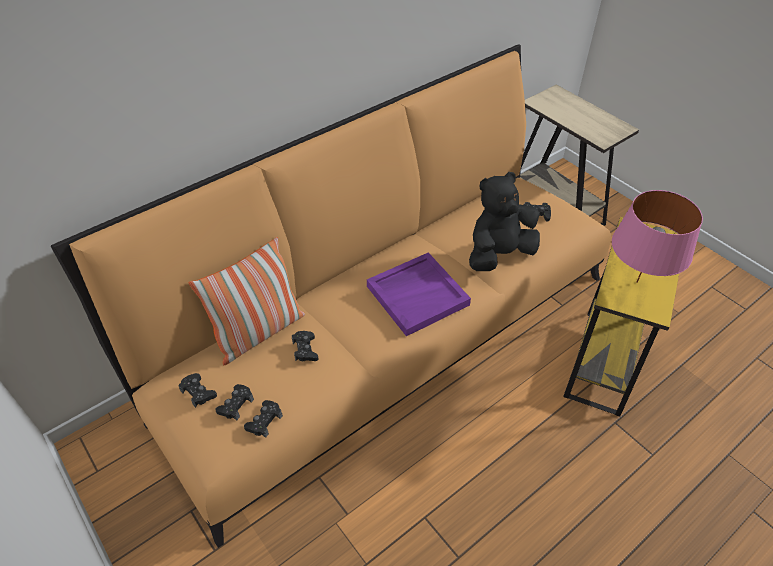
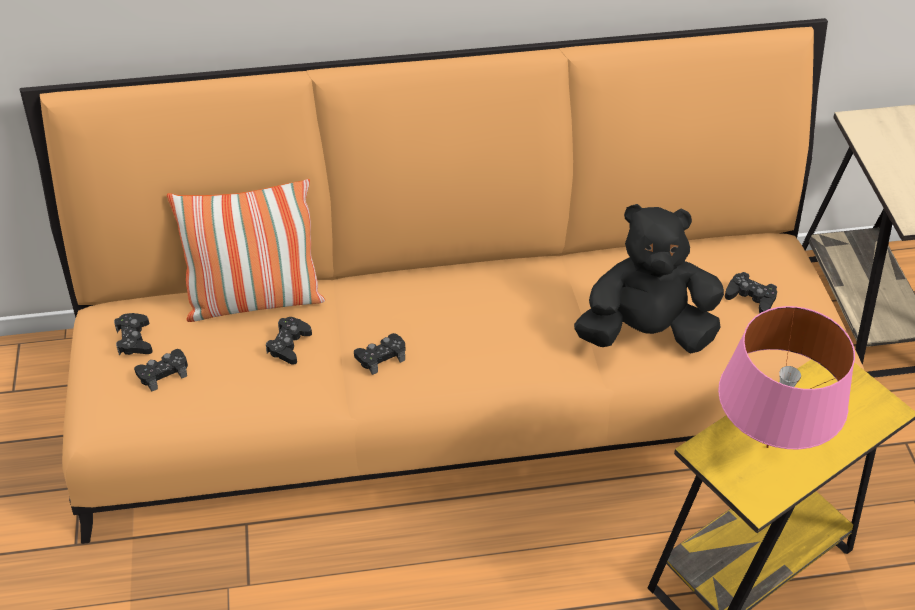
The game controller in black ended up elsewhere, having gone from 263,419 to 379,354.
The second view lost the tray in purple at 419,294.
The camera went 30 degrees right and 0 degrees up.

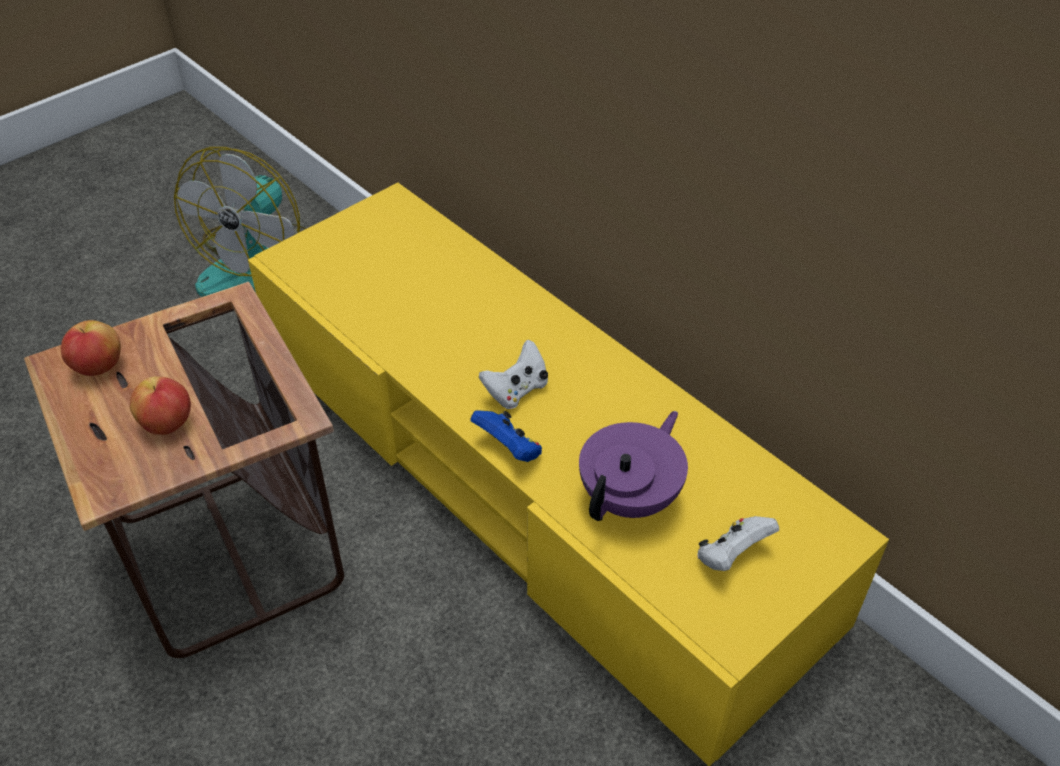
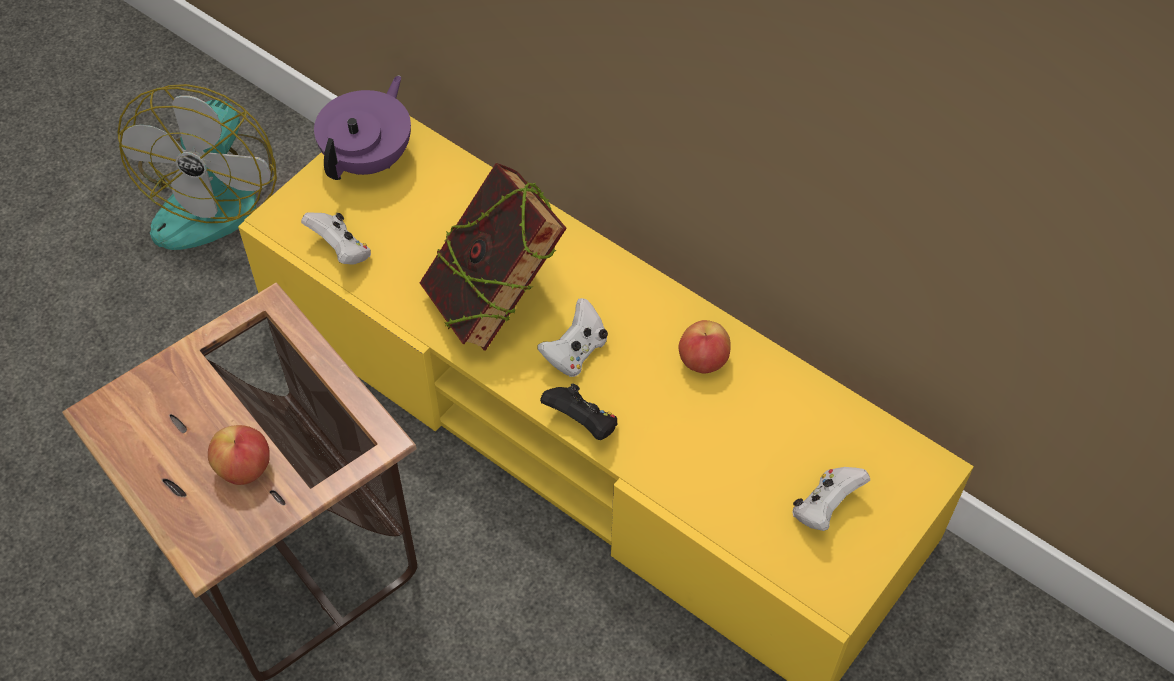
The apple ended up elsewhere, having gone from 91,348 to 704,347.
What was the game controller in blue at 506,436 turned into the game controller in black at 578,411.
The teapot in purple ended up elsewhere, having gone from 633,466 to 362,128.
The second view gained the game controller in white at 336,238.
The second view gained the book at 493,257.
The camera went 10 degrees left and 10 degrees up.

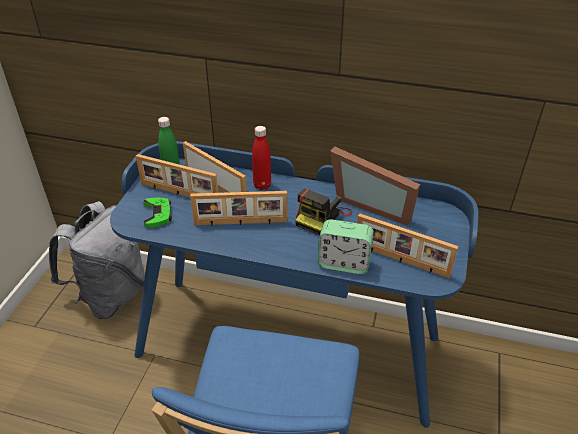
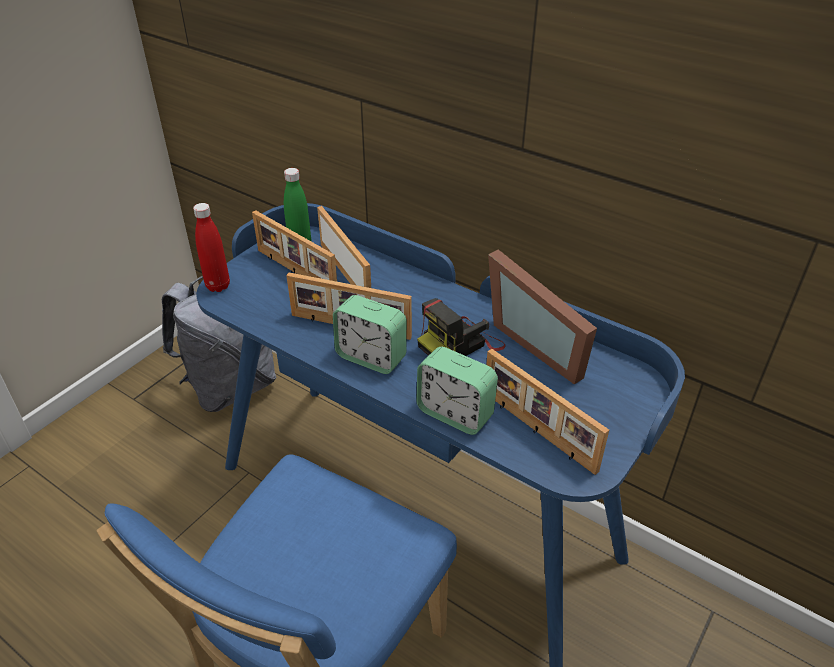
The second view lost the game controller in green at 157,212.
The bottle in red ended up elsewhere, having gone from 261,158 to 211,247.
The second view gained the alarm clock at 370,334.
The camera went 20 degrees right and 0 degrees up.

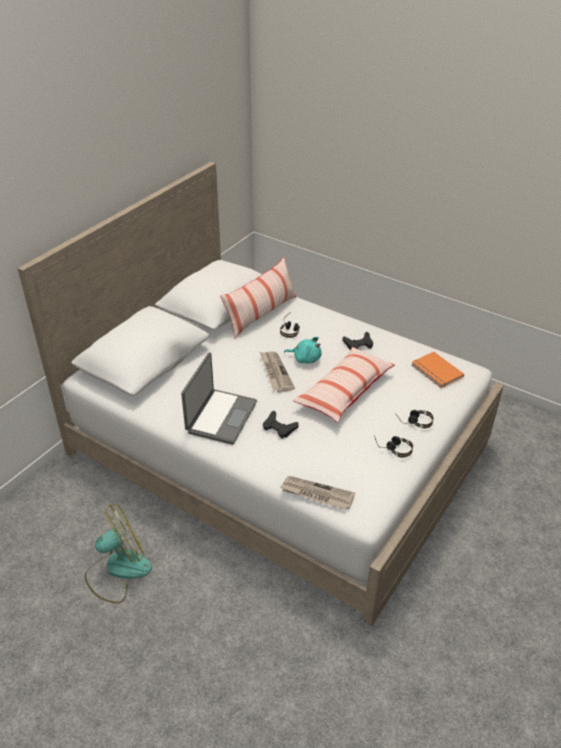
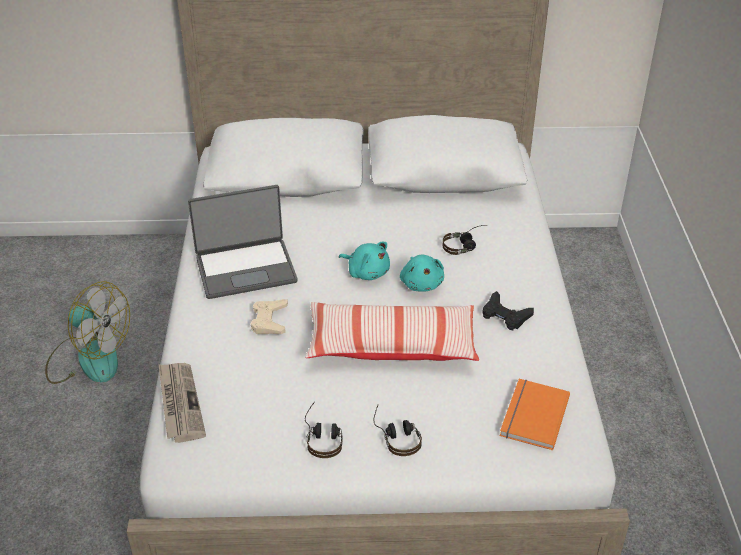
The second view lost the pillow at 258,298.
Where the newspaper stood at 277,371, the plush toy in turquoise came to stand at 364,261.
What was the game controller in black at 281,425 turned into the game controller in beige at 269,316.
The camera went 55 degrees right and 0 degrees up.

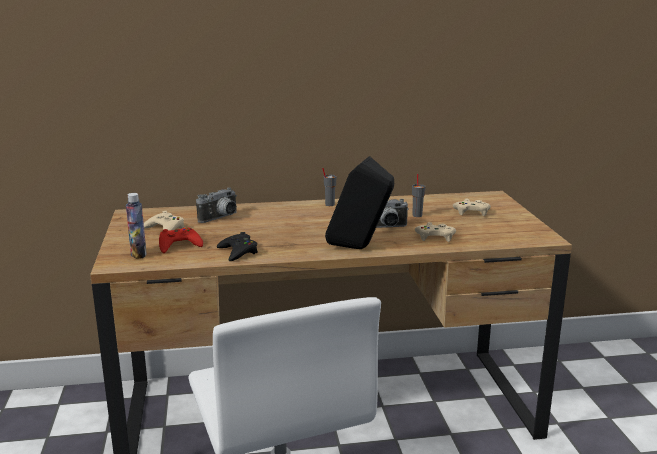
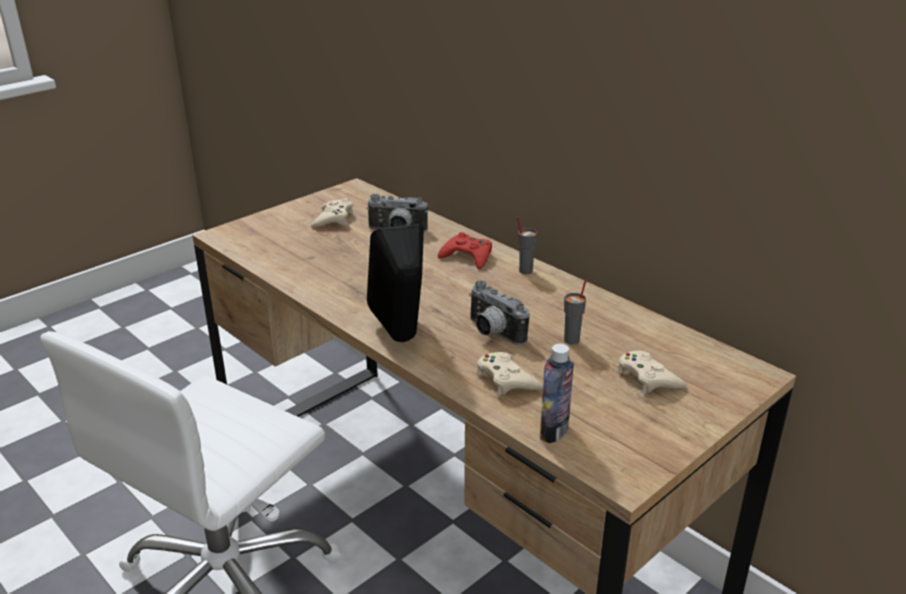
The bottle ended up elsewhere, having gone from 136,226 to 557,393.
The game controller in red ended up elsewhere, having gone from 181,240 to 465,251.
The second view lost the game controller in black at 237,246.
The camera went 55 degrees right and 10 degrees up.

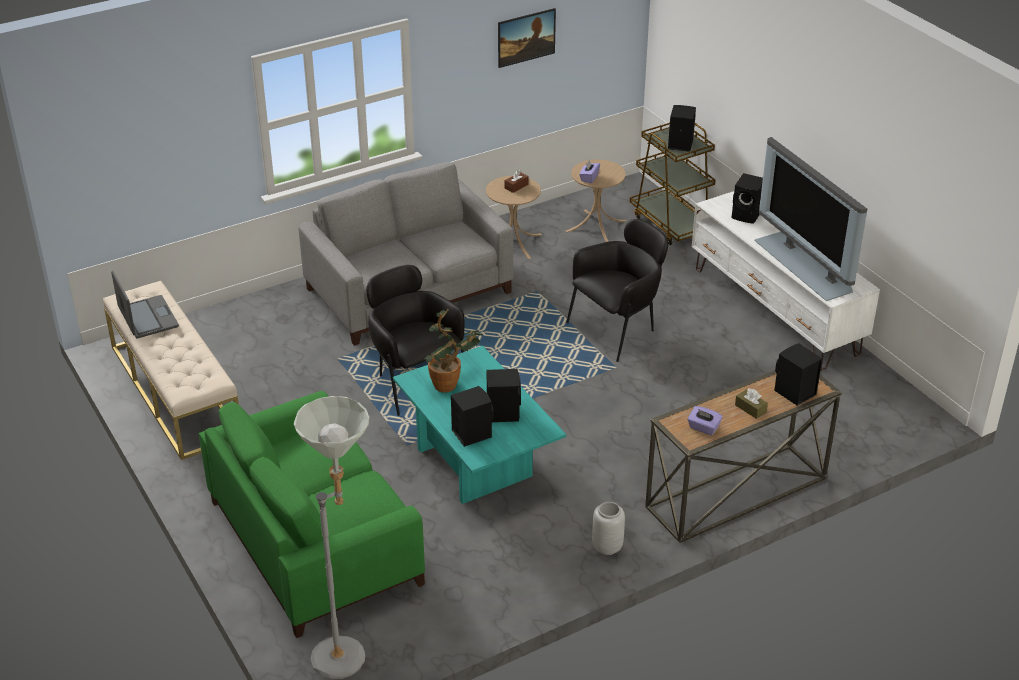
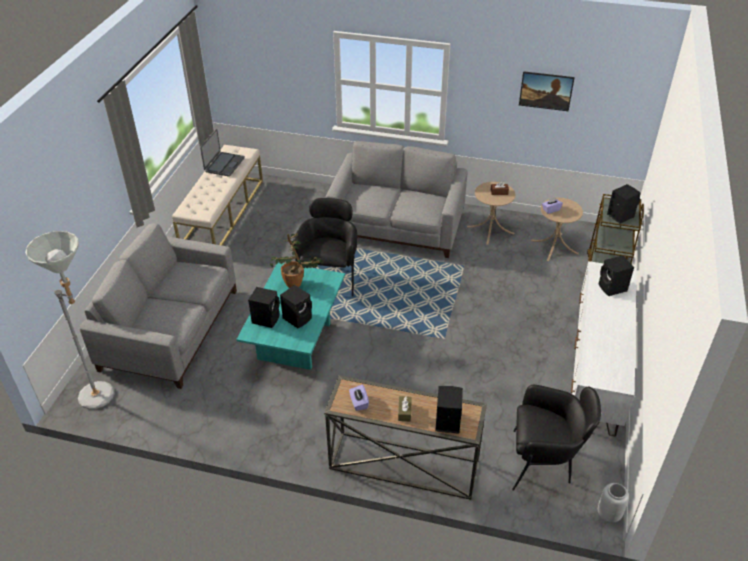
What was the sofa in green at 312,514 turned into the sofa in grey at 158,306.
The armchair in black ended up elsewhere, having gone from 617,290 to 556,438.
The vase in grey ended up elsewhere, having gone from 608,528 to 613,503.
The second view lost the television at 810,219.
The camera went 45 degrees right and 5 degrees up.

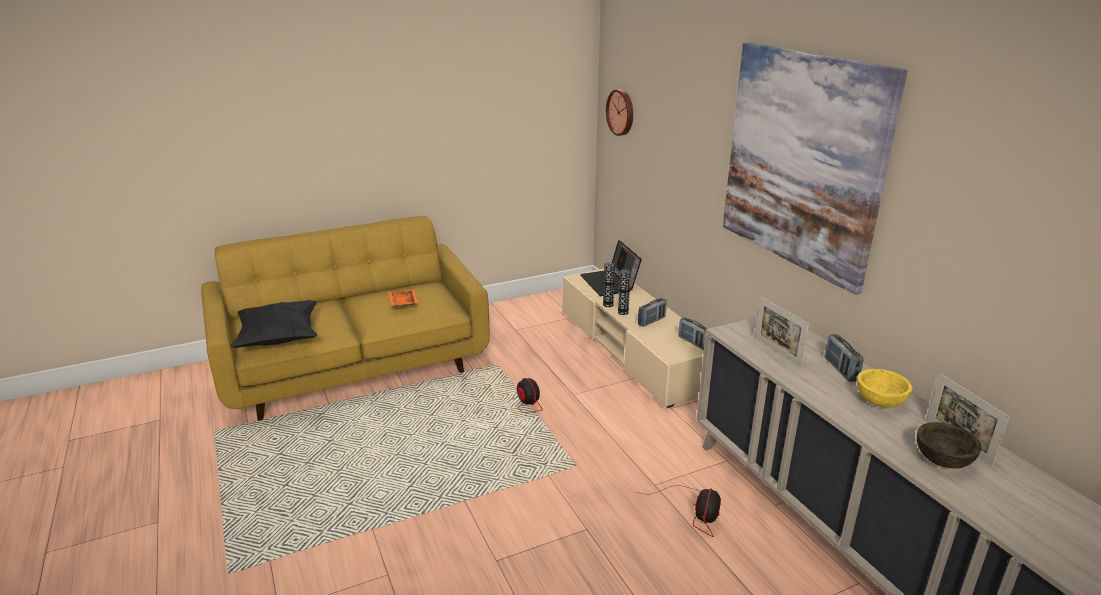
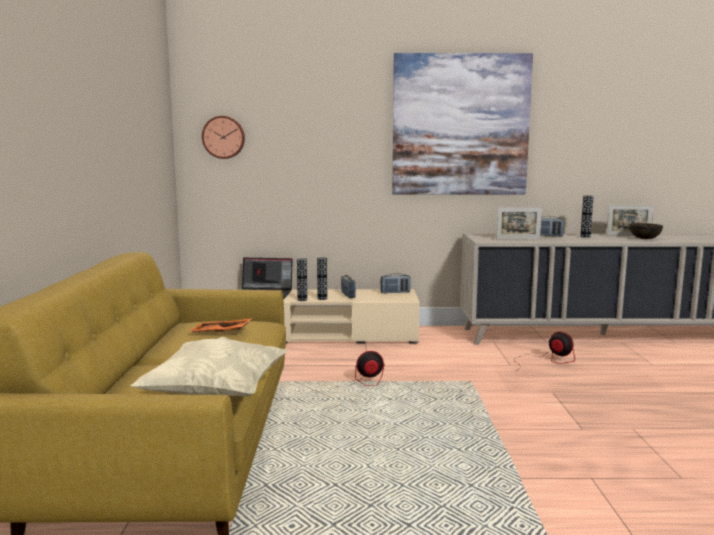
What was the pillow in black at 274,324 turned into the pillow in beige at 208,366.
Where the bowl in yellow stood at 884,388, the vase came to stand at 587,217.
The camera went 65 degrees left and 15 degrees down.

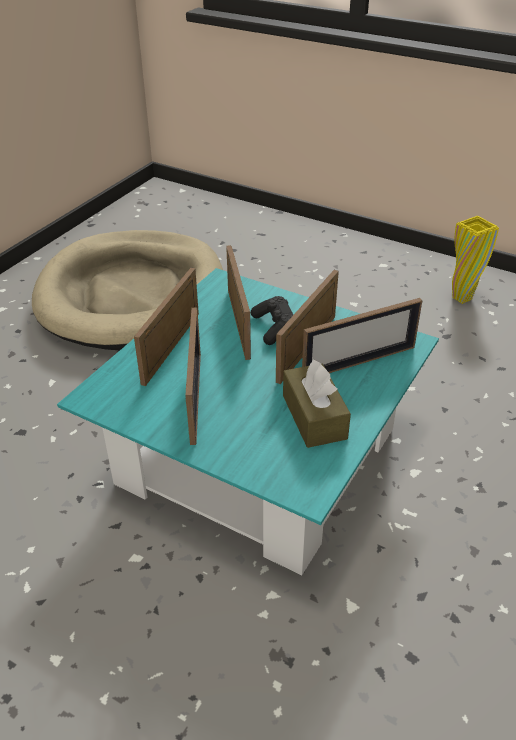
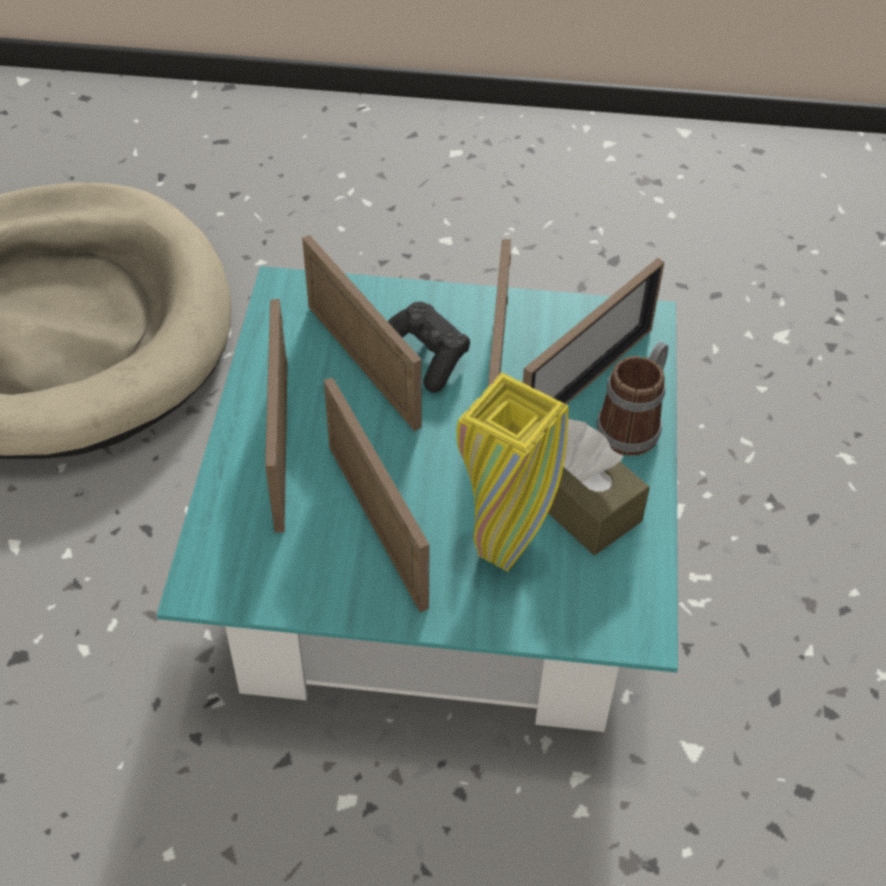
The vase in yellow ended up elsewhere, having gone from 475,259 to 512,472.
The second view gained the mug at 632,399.
The camera went 25 degrees left and 10 degrees up.

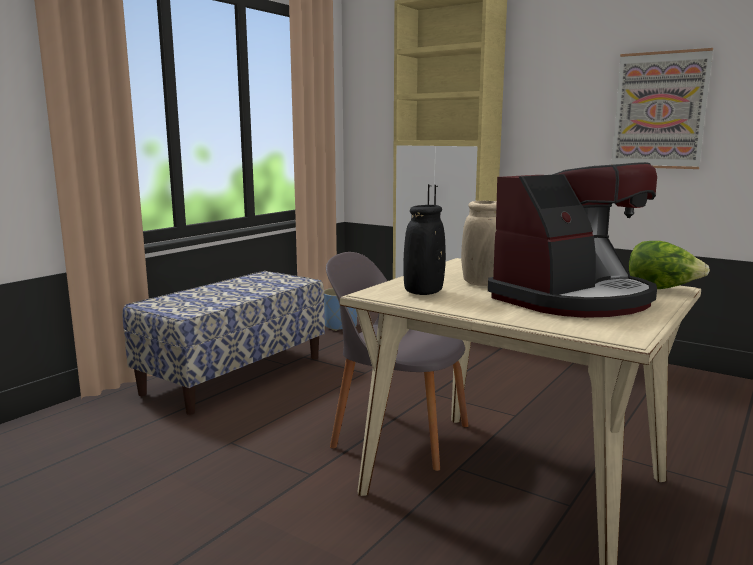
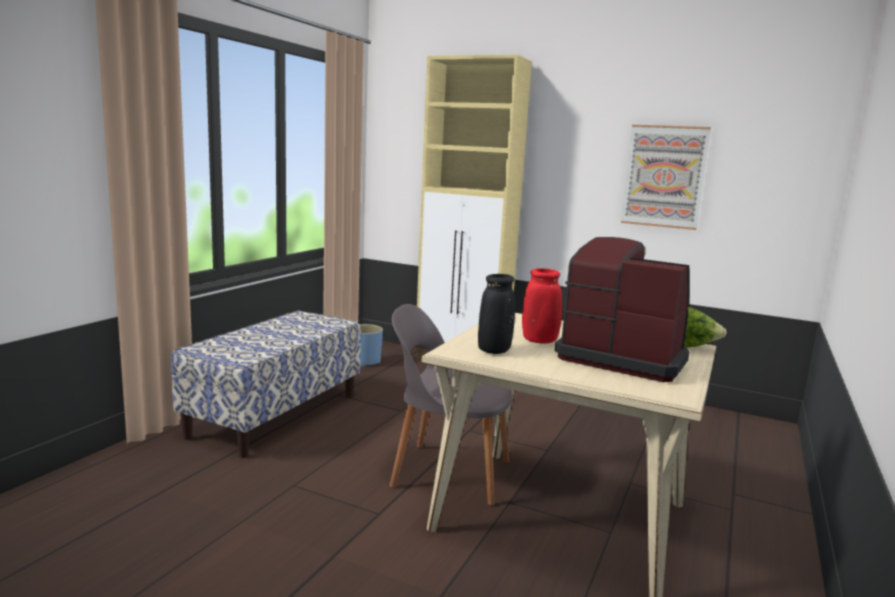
What was the vase in beige at 479,243 turned into the vase in red at 542,305.
The coffee machine at 572,240 ended up facing another way, 105 degrees counterclockwise from before.
The camera went 10 degrees left and 0 degrees up.

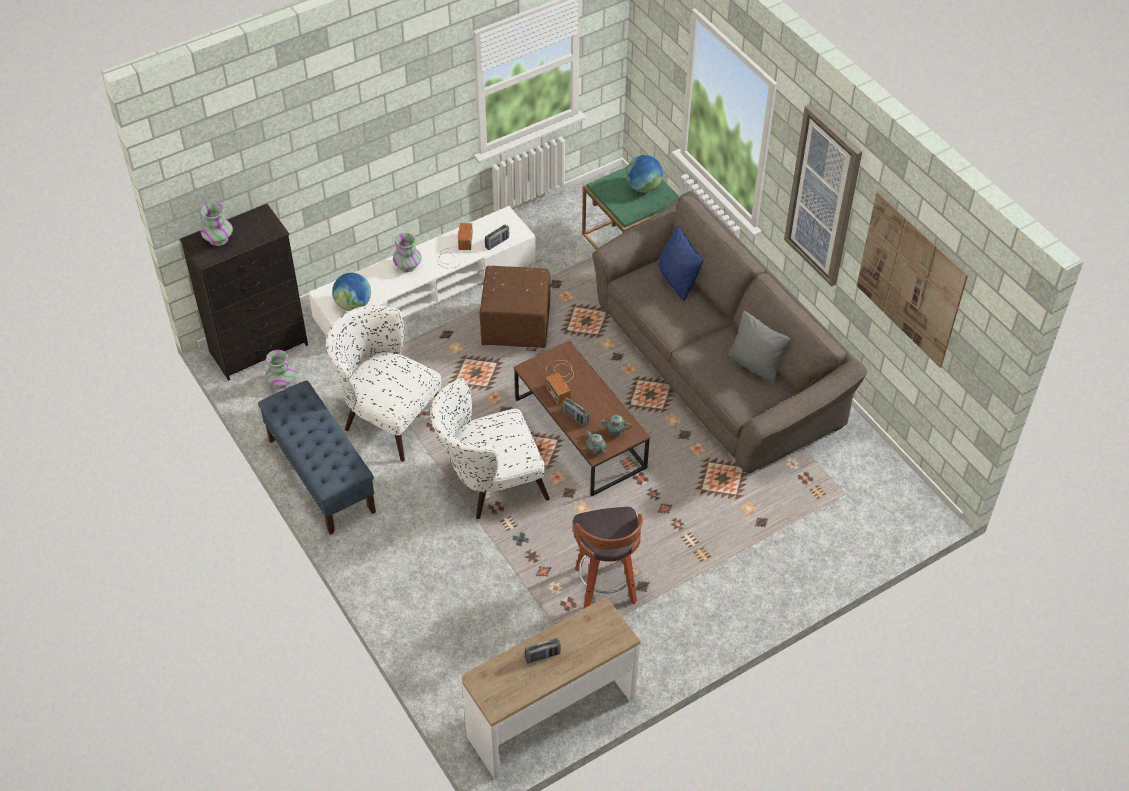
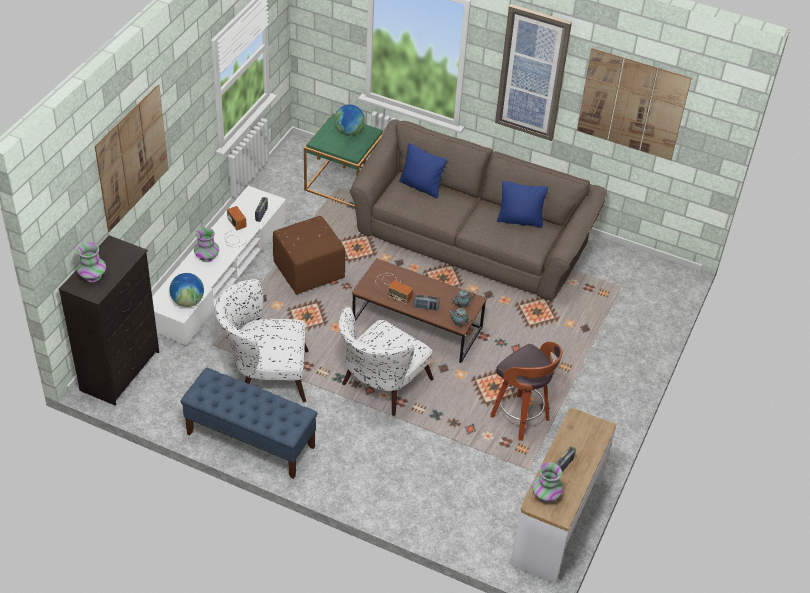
The vase ended up elsewhere, having gone from 280,369 to 547,482.
What was the pillow in grey at 759,347 turned into the pillow in blue at 522,204.
The second view gained the picture at 131,158.
The camera went 35 degrees left and 5 degrees down.

